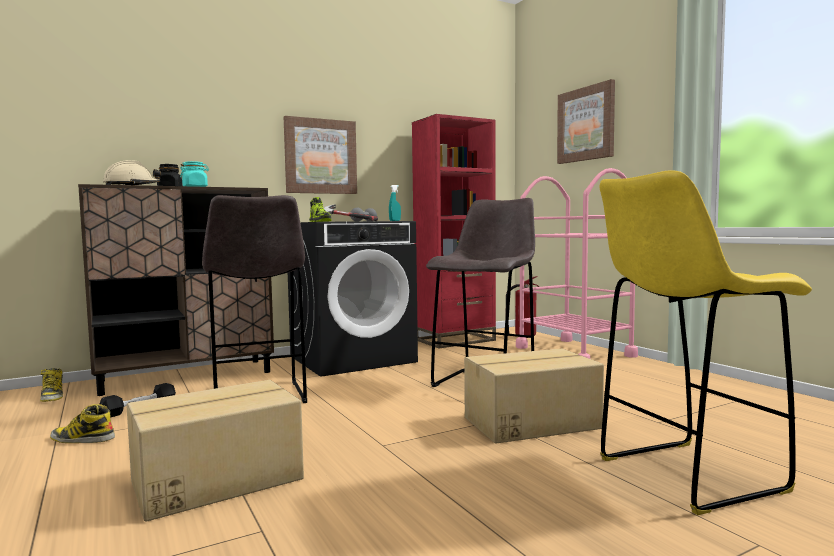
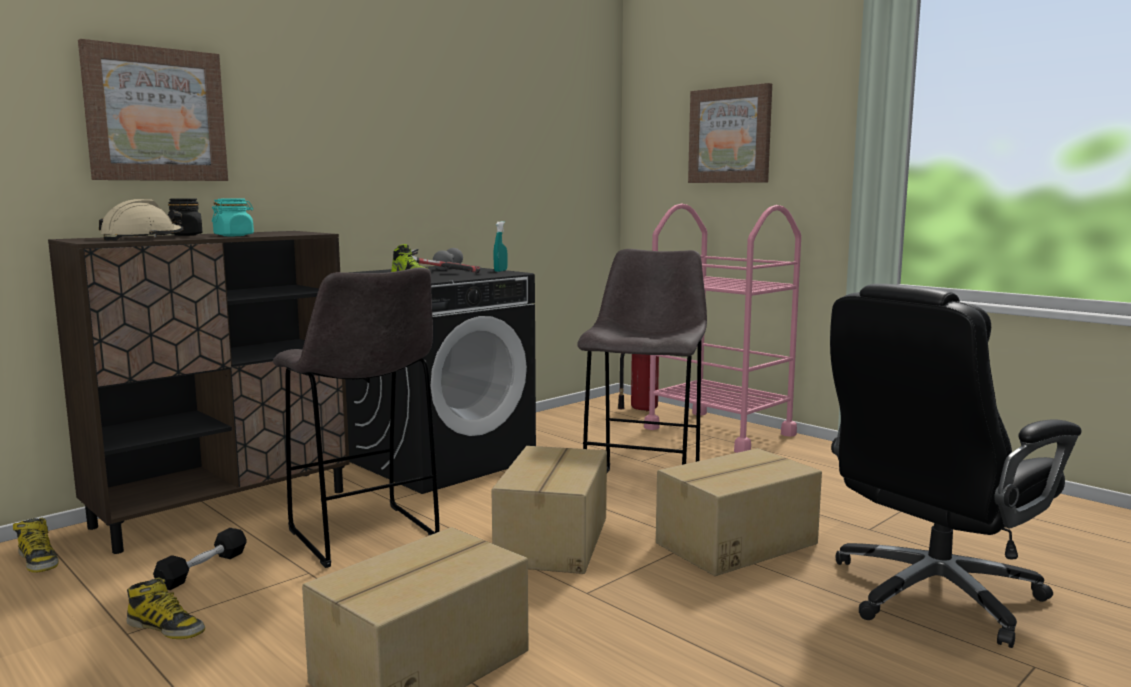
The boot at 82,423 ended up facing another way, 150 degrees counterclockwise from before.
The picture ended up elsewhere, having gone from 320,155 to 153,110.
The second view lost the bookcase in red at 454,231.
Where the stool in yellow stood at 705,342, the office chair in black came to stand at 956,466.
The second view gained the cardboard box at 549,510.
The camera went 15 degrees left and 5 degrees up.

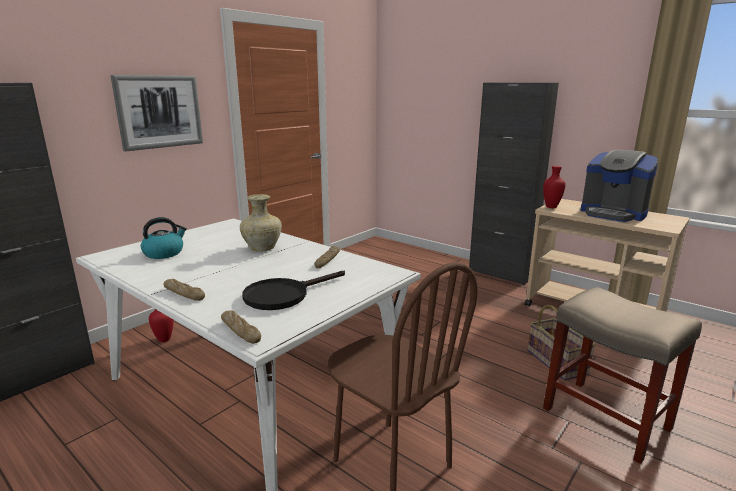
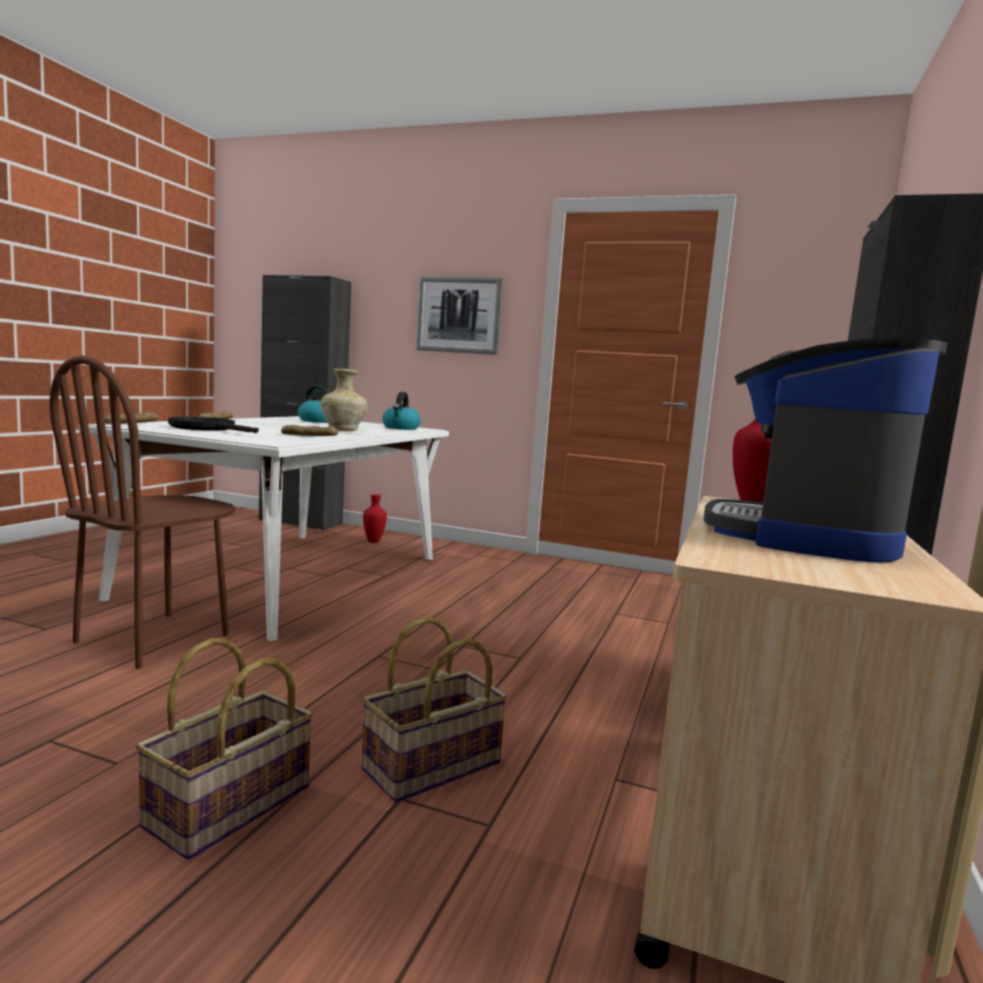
Where the stool in beige stood at 622,375, the basket came to stand at 224,749.
The second view gained the kettle at 401,411.
The camera went 70 degrees right and 10 degrees down.

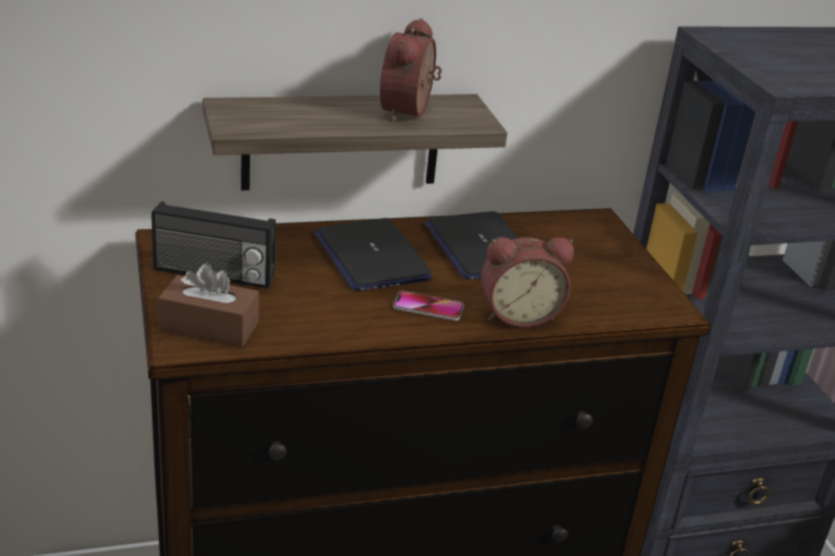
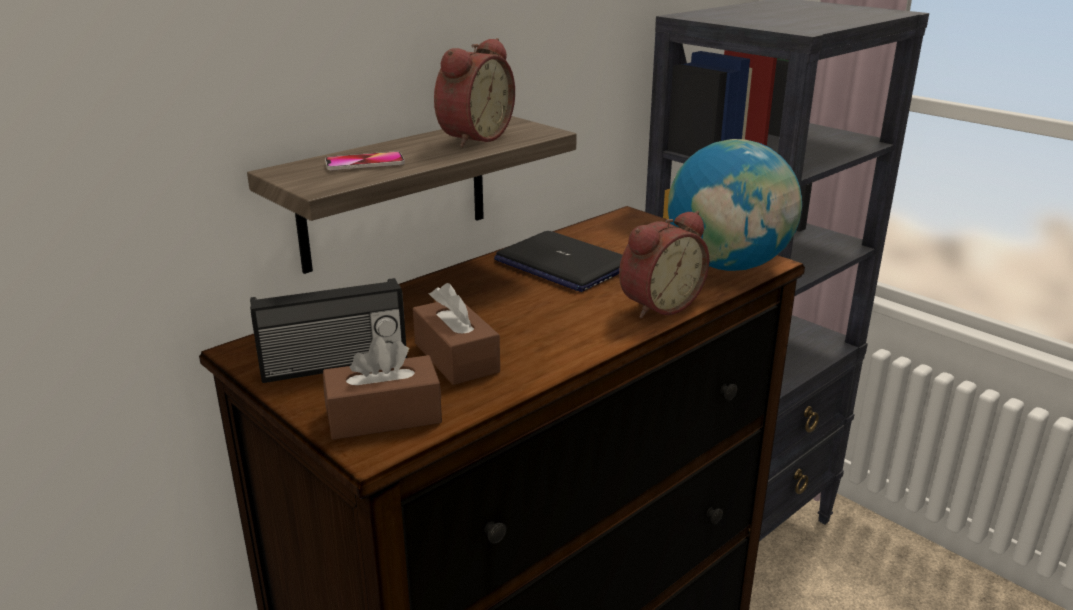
The second view lost the laptop at 373,254.
The alarm clock at 411,70 ended up facing another way, 135 degrees counterclockwise from before.
The phone ended up elsewhere, having gone from 428,306 to 365,161.
The second view gained the tissue box in brown at 456,334.
The second view gained the globe at 735,205.
The camera went 25 degrees left and 5 degrees down.

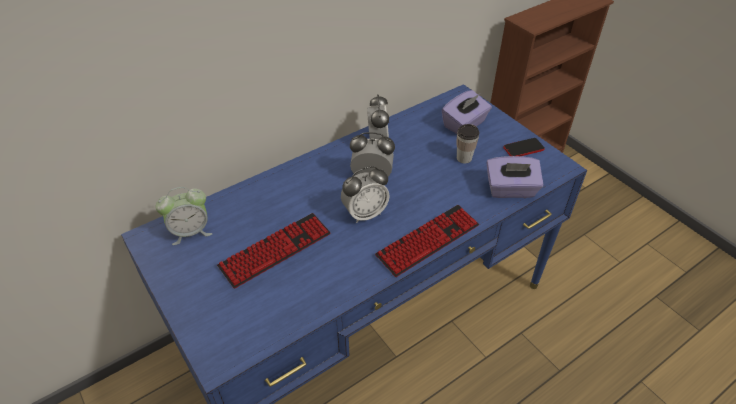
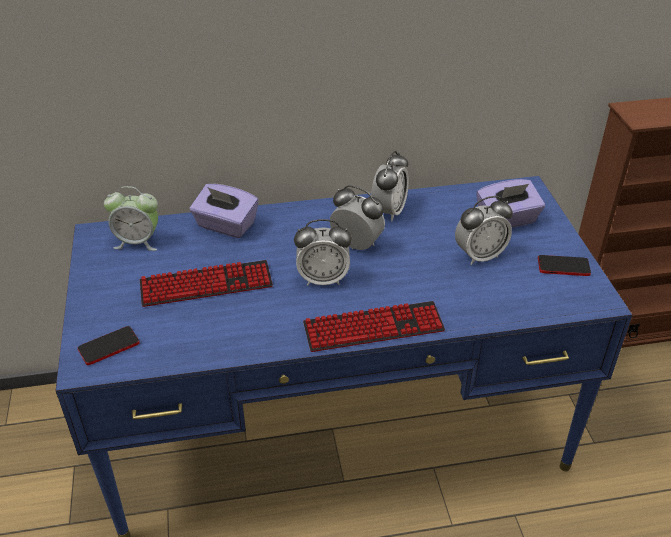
Where the cup stood at 467,144, the alarm clock came to stand at 484,230.
The tissue box in purple ended up elsewhere, having gone from 515,177 to 224,211.
The second view gained the phone at 109,345.
The camera went 25 degrees right and 5 degrees down.

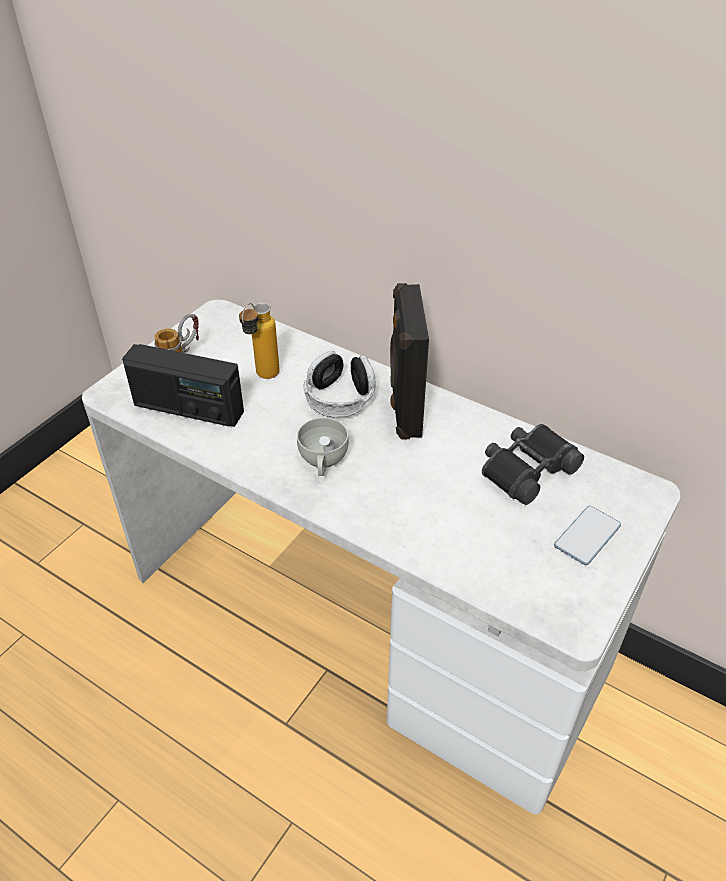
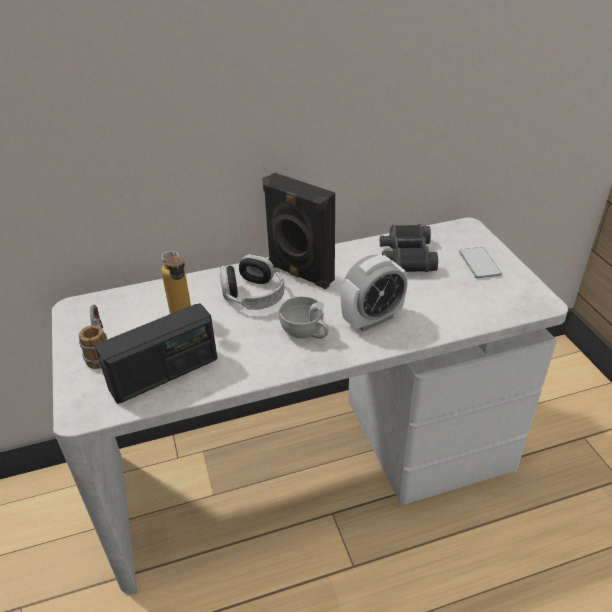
The second view gained the alarm clock at 374,293.
The camera went 50 degrees left and 5 degrees down.

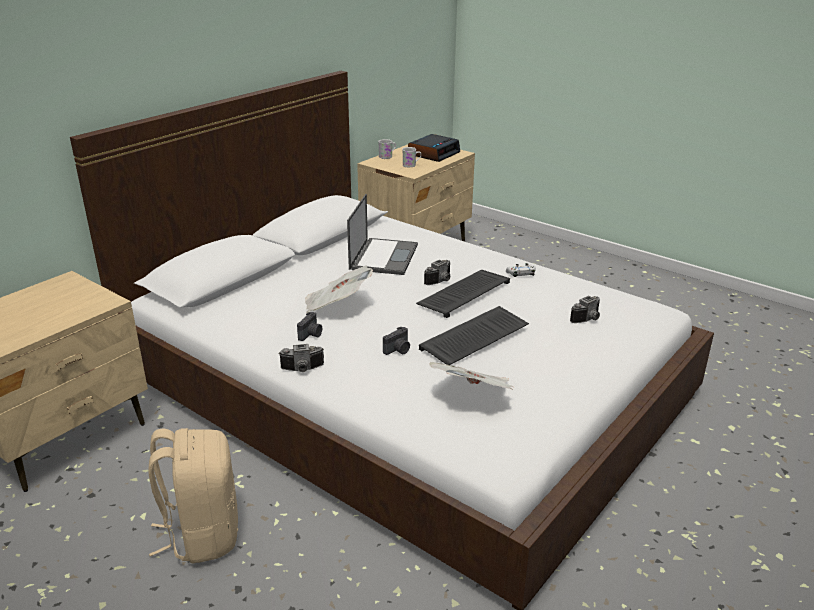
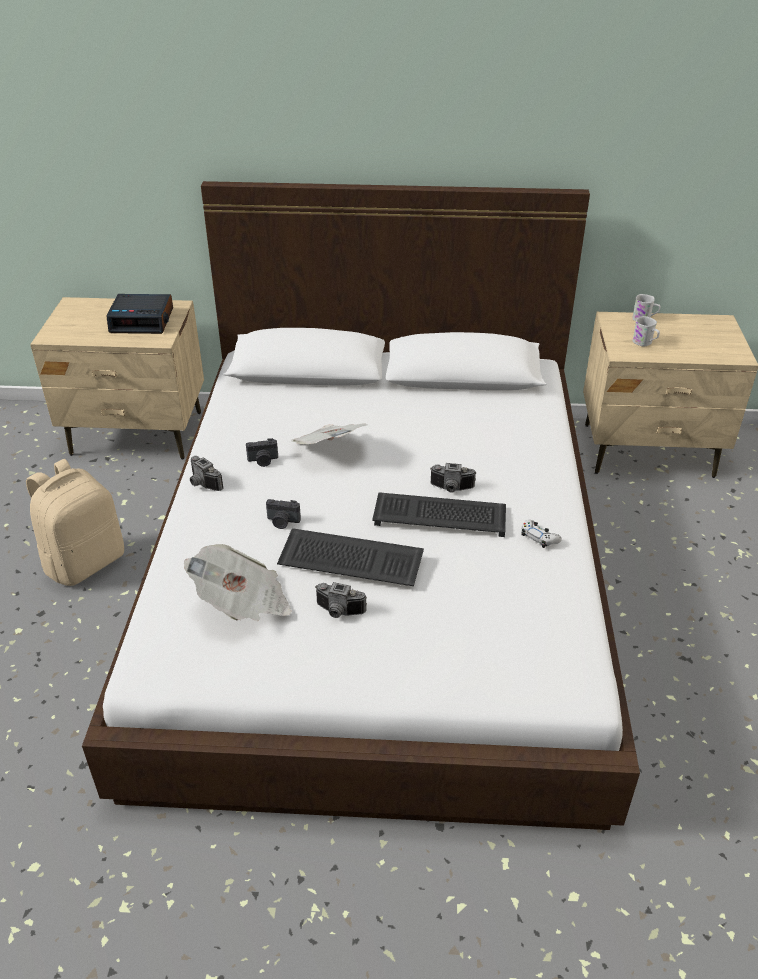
The second view lost the laptop at 382,234.
The alarm clock ended up elsewhere, having gone from 434,148 to 139,314.
The photo camera ended up elsewhere, having gone from 585,309 to 341,600.
The camera went 55 degrees right and 10 degrees up.

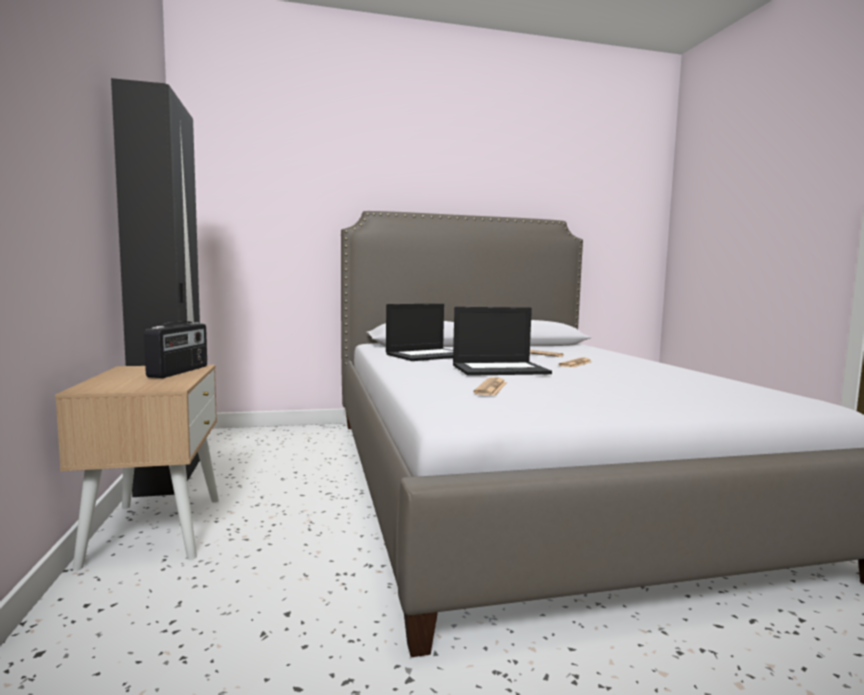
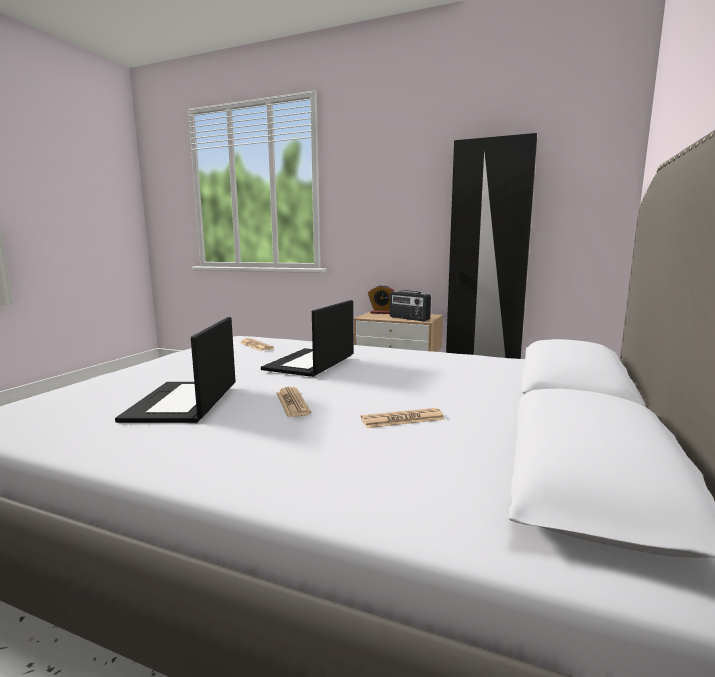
The laptop ended up elsewhere, having gone from 419,332 to 175,370.
The second view gained the alarm clock at 381,299.
The camera went 125 degrees right and 5 degrees up.

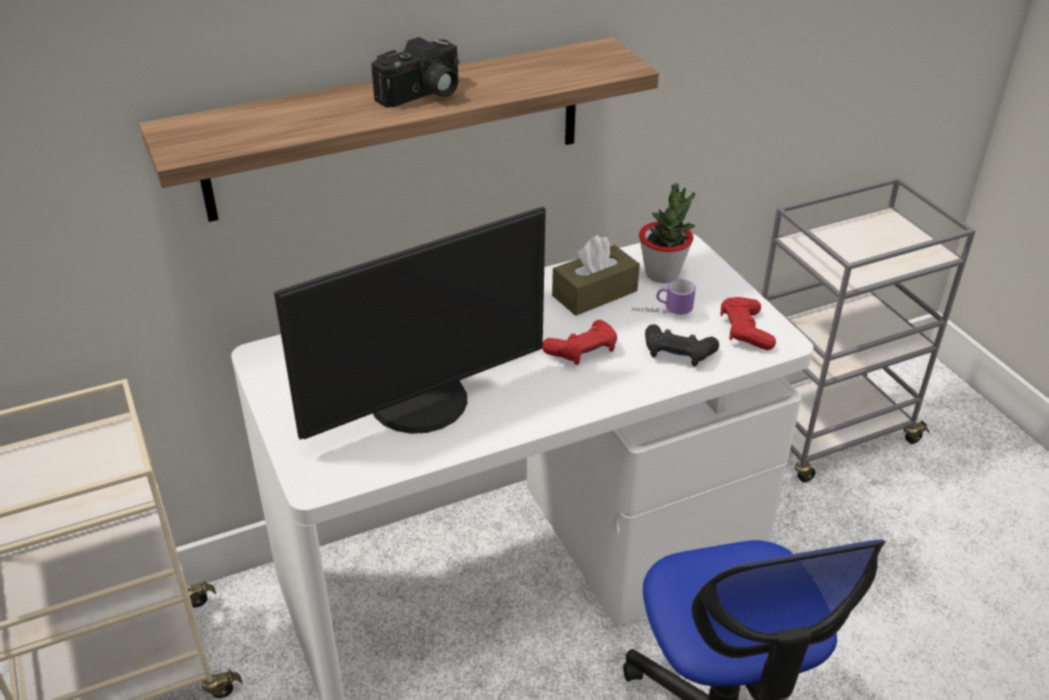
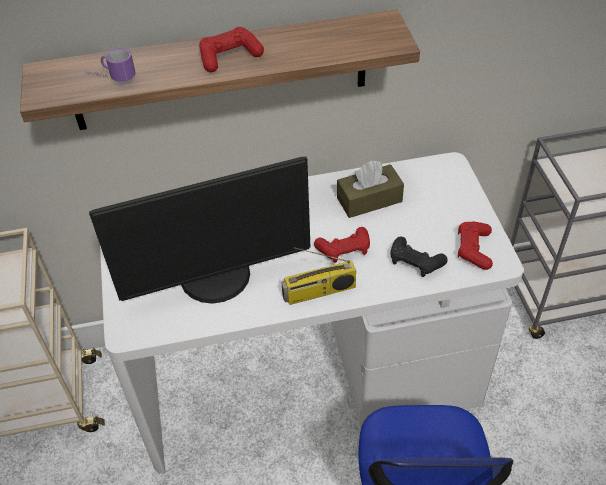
Where the photo camera stood at 415,72, the game controller in red came to stand at 231,49.
The mug ended up elsewhere, having gone from 664,297 to 111,65.
The second view lost the potted plant at 667,233.
The second view gained the radio at 318,276.
The camera went 15 degrees right and 10 degrees up.

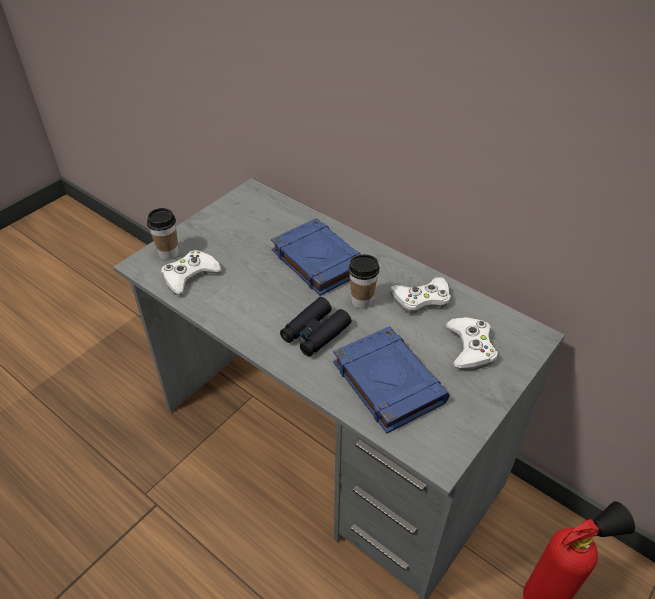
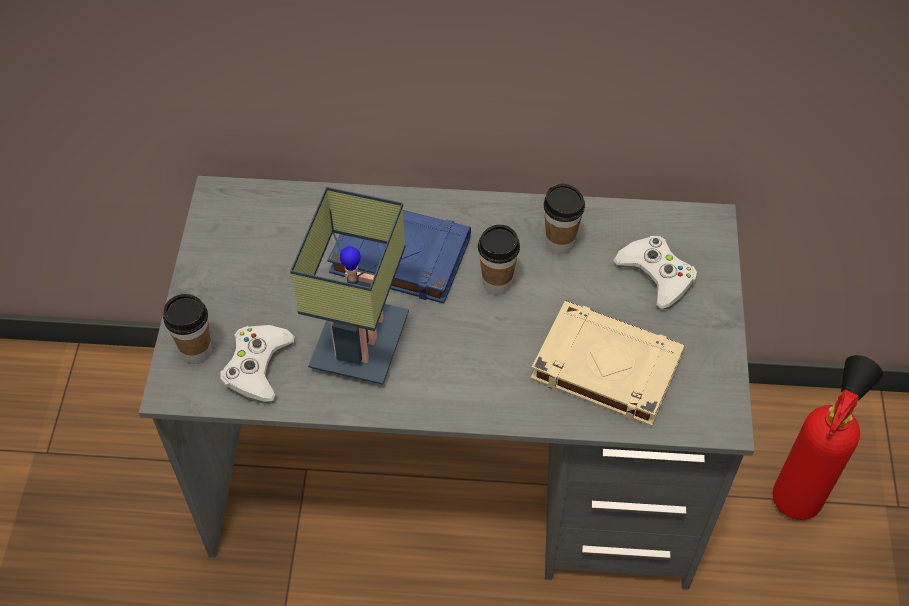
The second view lost the binoculars in black at 315,327.
What was the book in blue at 391,380 turned into the book in beige at 607,364.
Where the game controller in white stood at 420,295, the cup came to stand at 564,219.
The second view gained the table lamp at 349,286.
The camera went 35 degrees left and 10 degrees up.

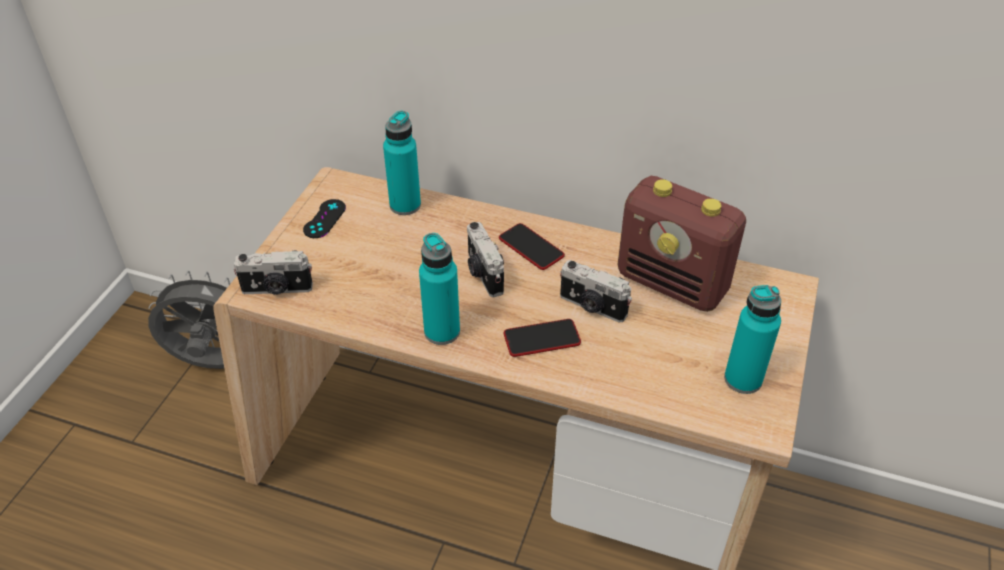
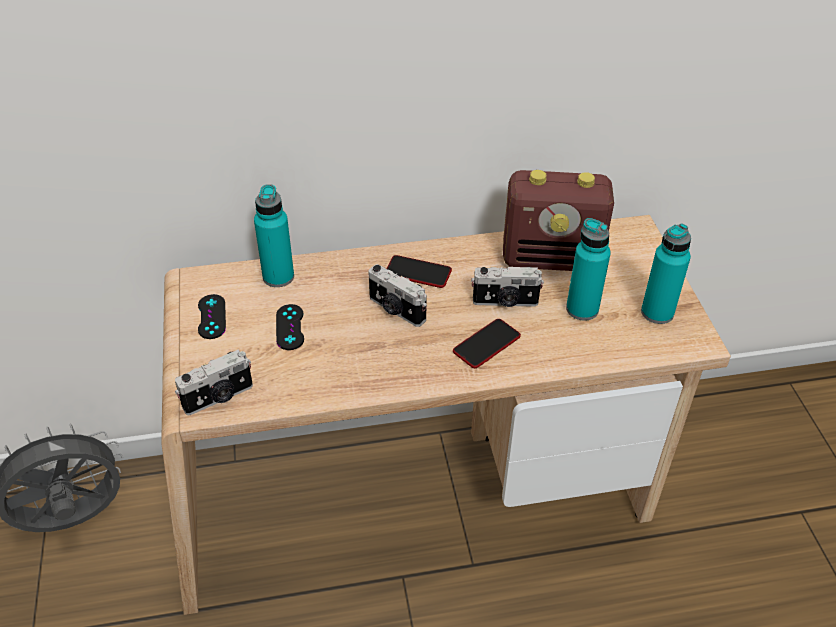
The bottle in turquoise ended up elsewhere, having gone from 439,289 to 588,269.
The second view gained the game controller in black at 290,327.
The camera went 30 degrees left and 0 degrees up.

